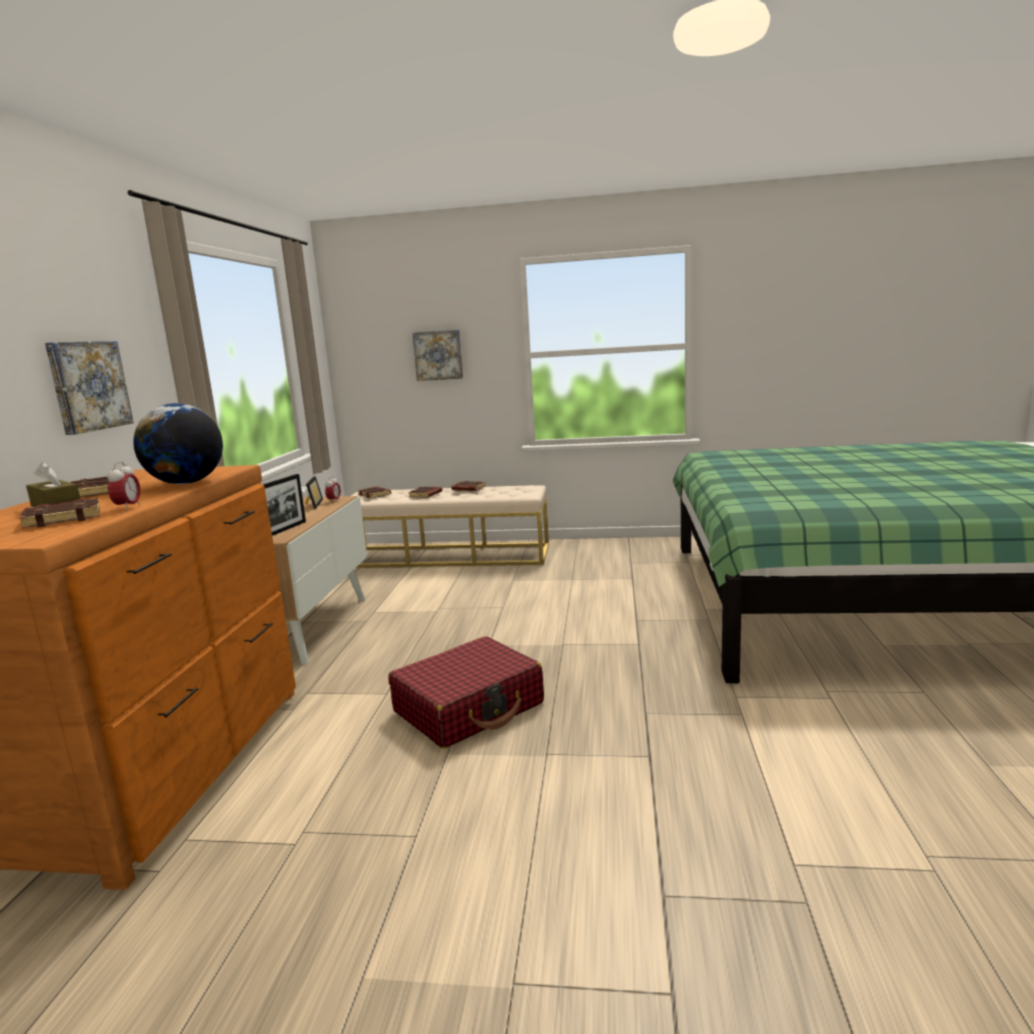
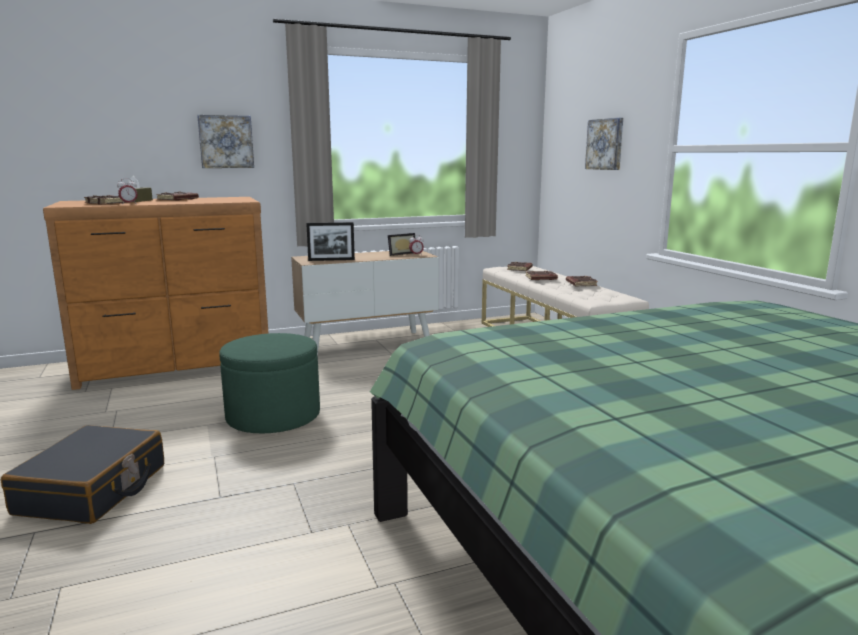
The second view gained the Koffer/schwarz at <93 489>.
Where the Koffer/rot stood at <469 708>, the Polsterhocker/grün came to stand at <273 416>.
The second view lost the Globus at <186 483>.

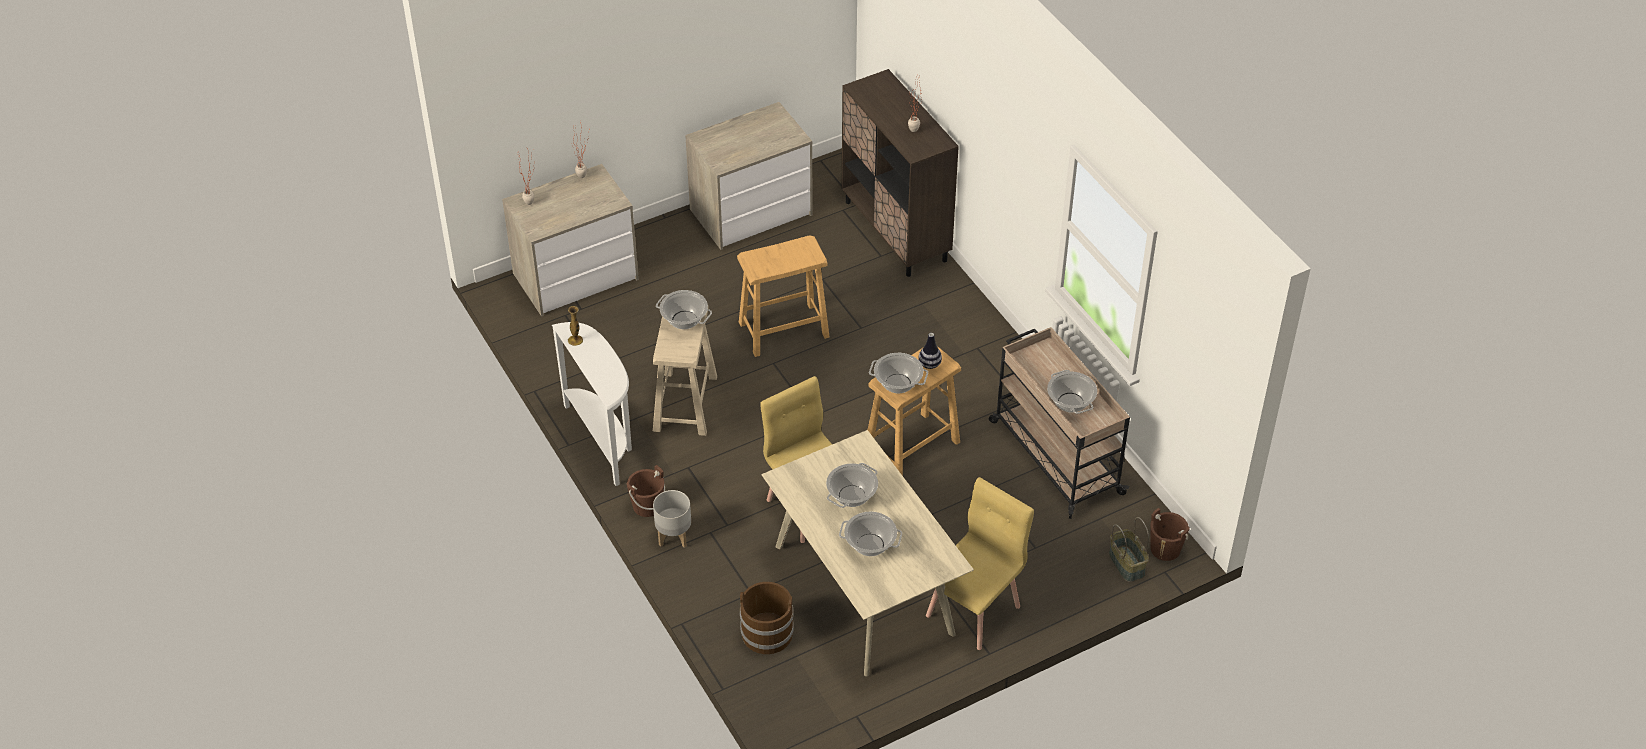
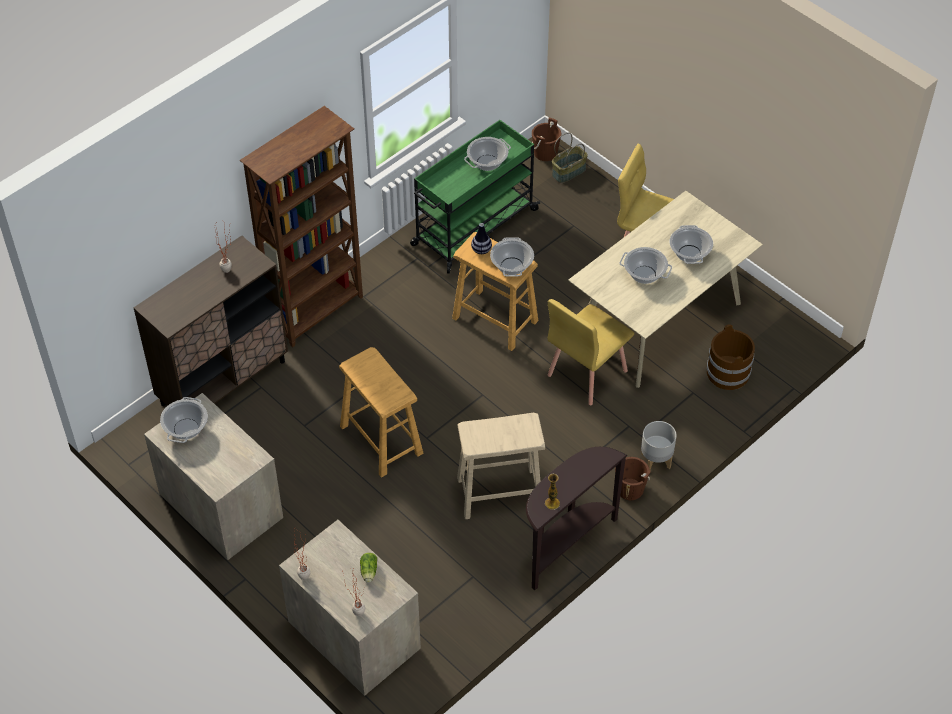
The Kochtopf ended up elsewhere, having gone from <684 320> to <186 429>.
The second view gained the Bücherregal/braun at <316 311>.
The second view gained the Salatkopf at <368 572>.
What was the Rollwagen/beige at <1054 456> turned into the Rollwagen/grün at <473 228>.
What was the Konsolentisch/weiß at <604 439> turned into the Konsolentisch/braun at <565 544>.

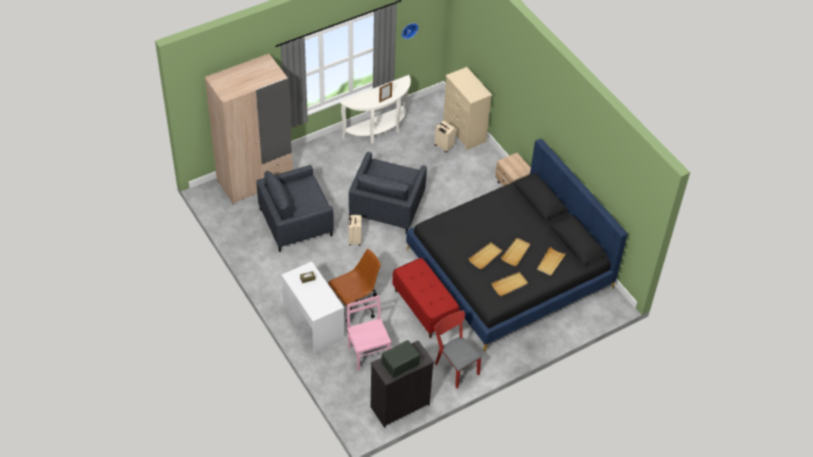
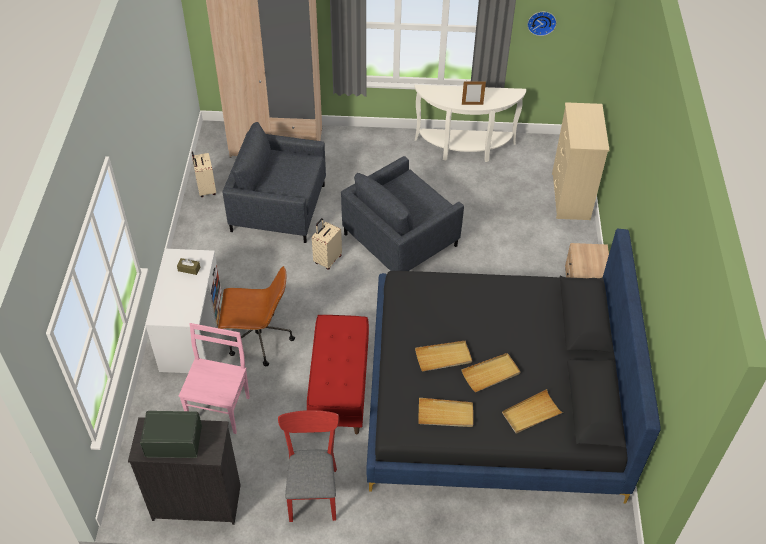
The Koffer/beige ended up elsewhere, having gone from <443 146> to <206 189>.

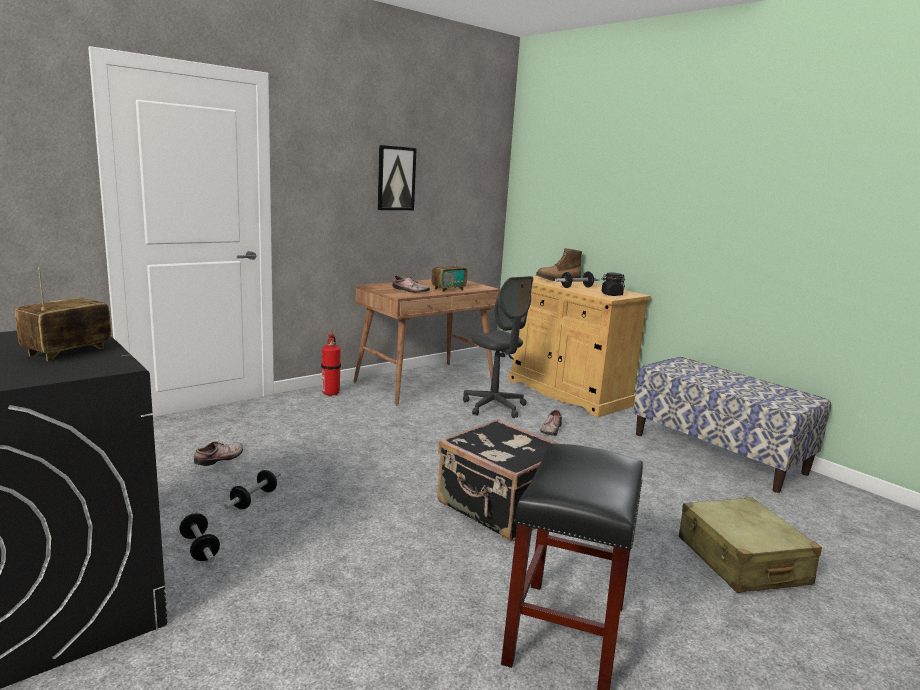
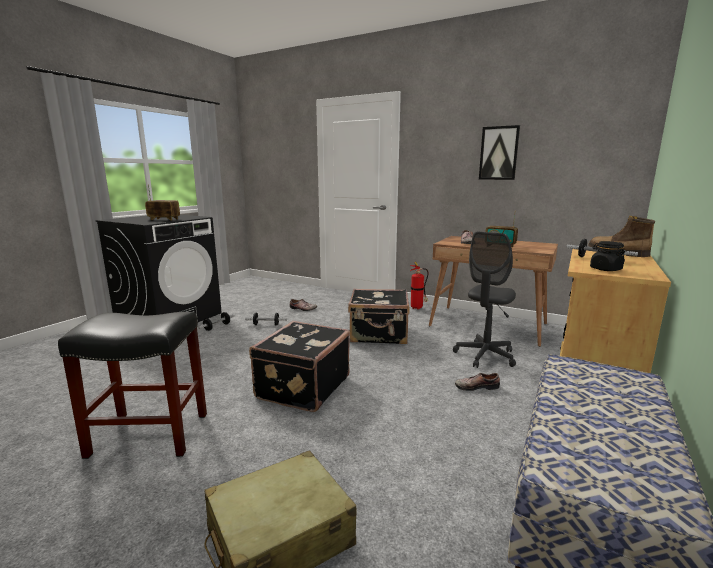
The second view gained the Koffer/schwarz at <379 335>.

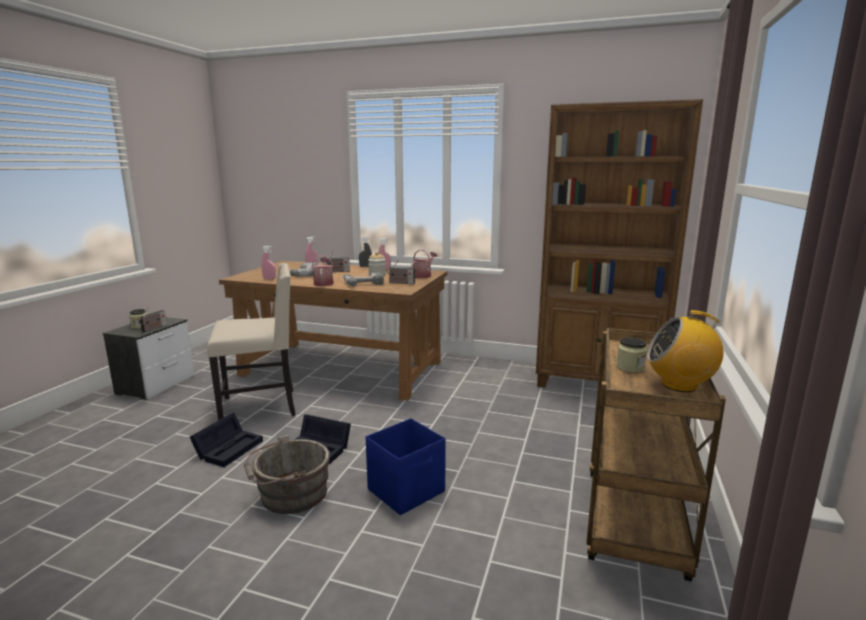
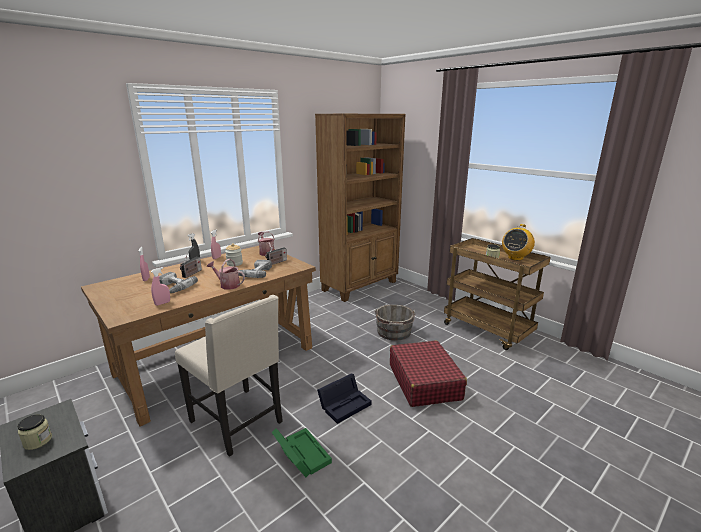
The Stuhl/beige at <261 407> ended up facing another way, 120 degrees clockwise from before.
What was the Aufbewahrungsbox/schwarz at <229 448> turned into the Aufbewahrungsbox/grün at <300 454>.
The Eimer/grau ended up elsewhere, having gone from <290 495> to <394 333>.
Where the Aufbewahrungsbox/blau stood at <407 490>, the Koffer/rot came to stand at <424 381>.
The second view lost the Radio at <153 328>.

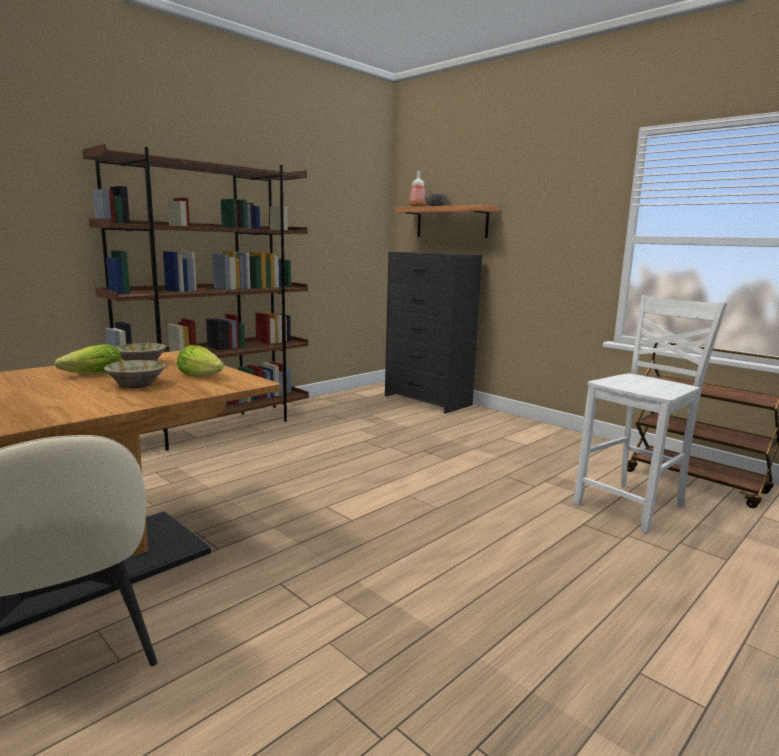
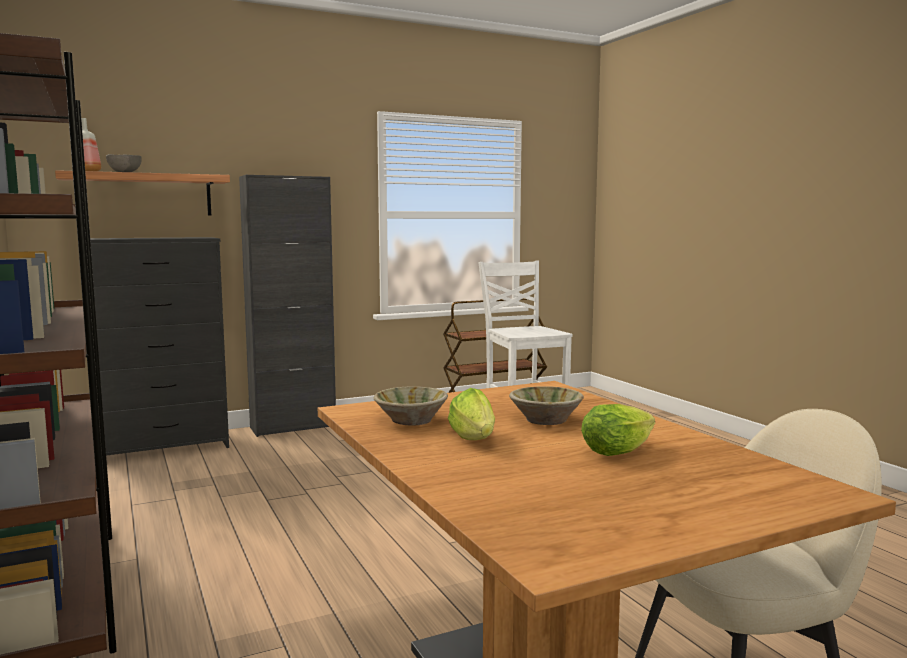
The second view gained the Schrank/schwarz at <293 427>.
The Salatkopf ended up elsewhere, having gone from <202 376> to <621 449>.

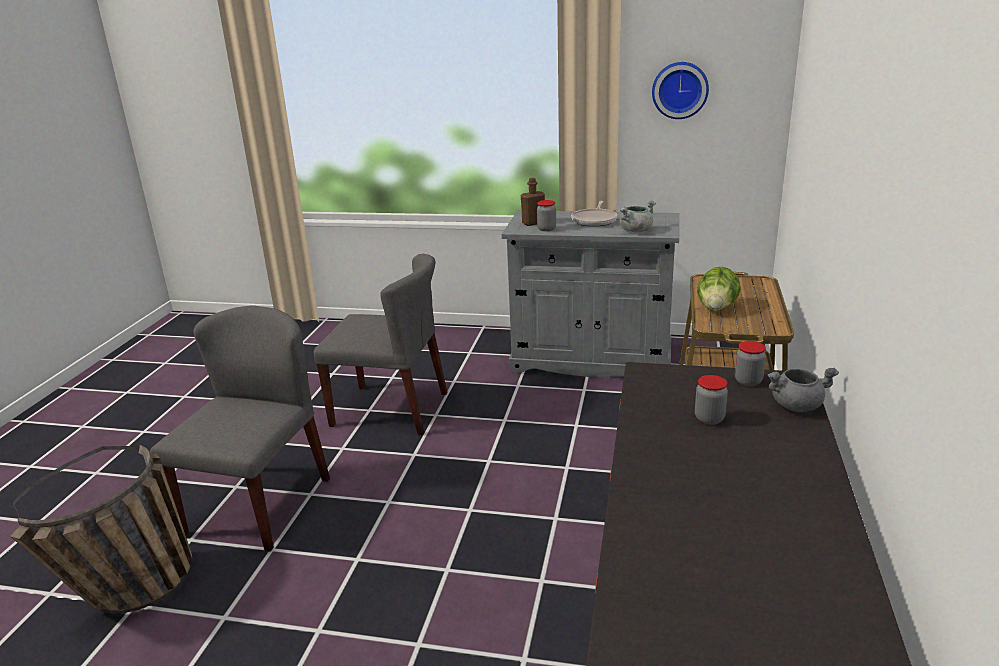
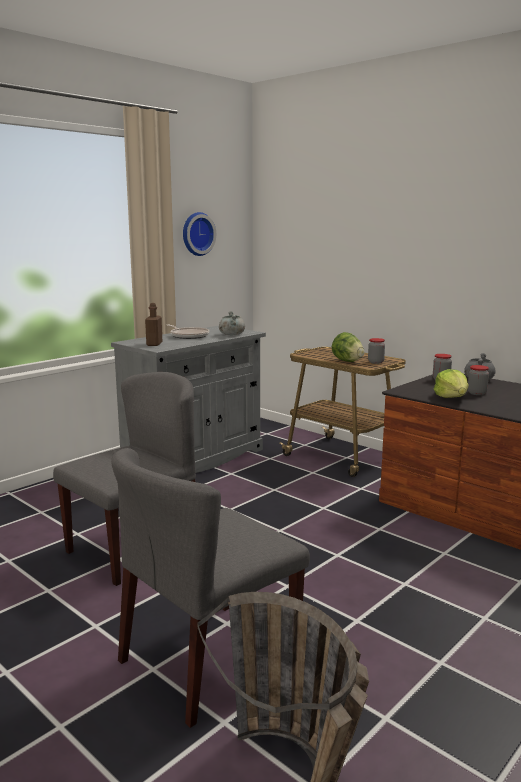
The Stuhl/grau at <258 505> ended up facing another way, 90 degrees counterclockwise from before.
The Vorratsglas ended up elsewhere, having gone from <546 229> to <375 362>.
The second view gained the Salatkopf at <452 397>.

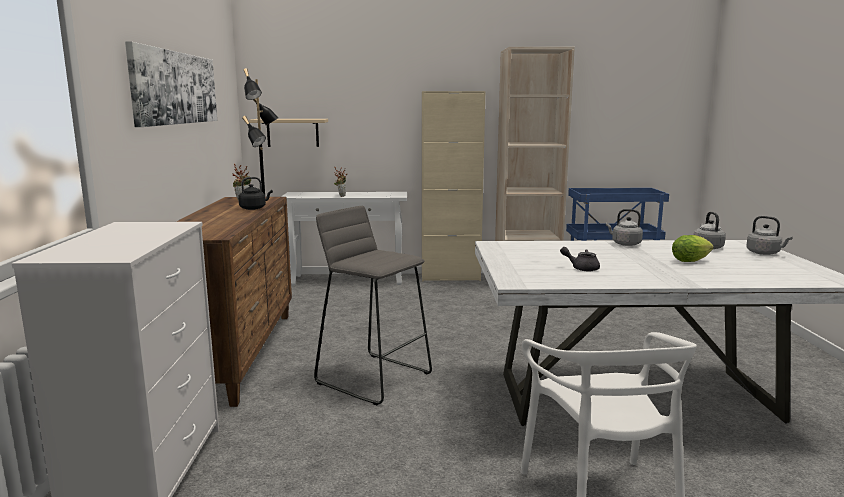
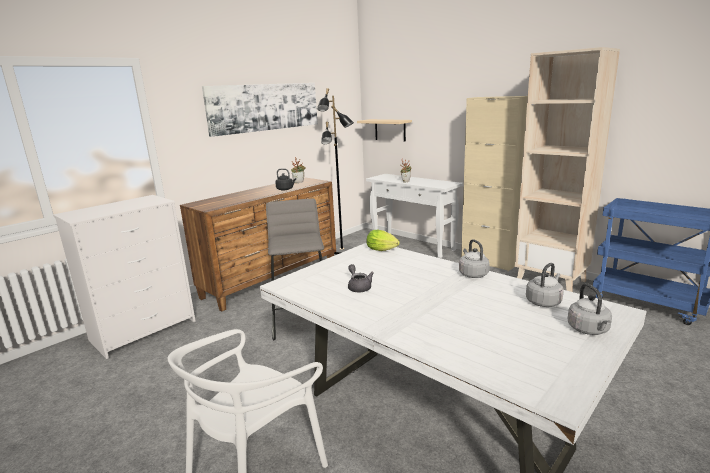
The Salatkopf ended up elsewhere, having gone from <692 261> to <383 250>.

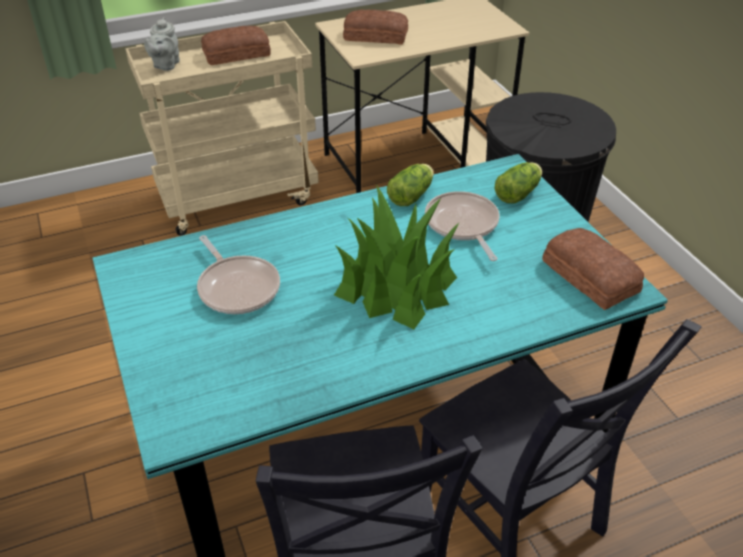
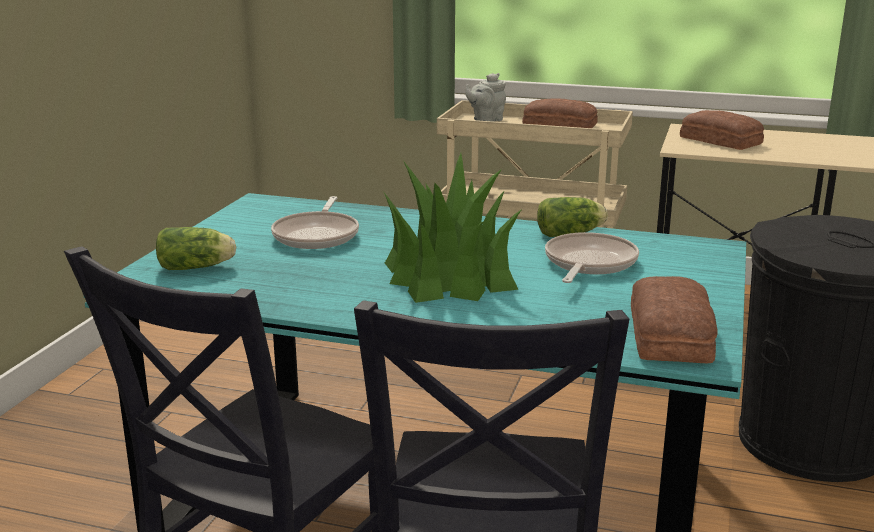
The Salatkopf ended up elsewhere, having gone from <519 193> to <198 267>.

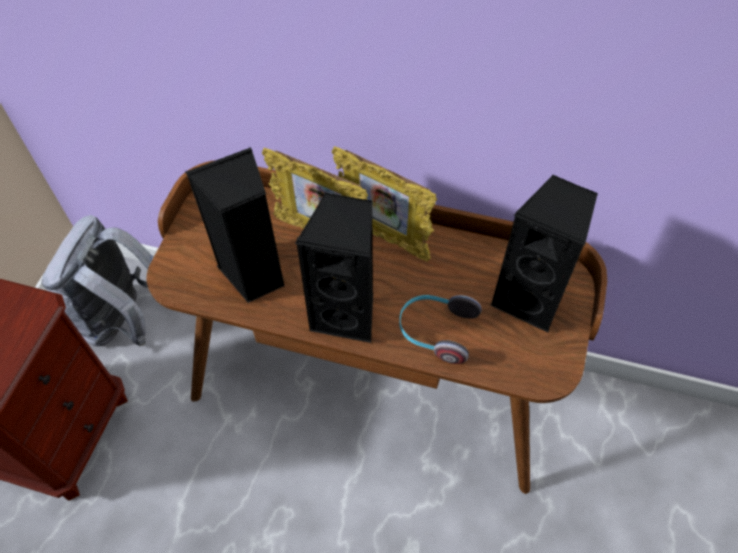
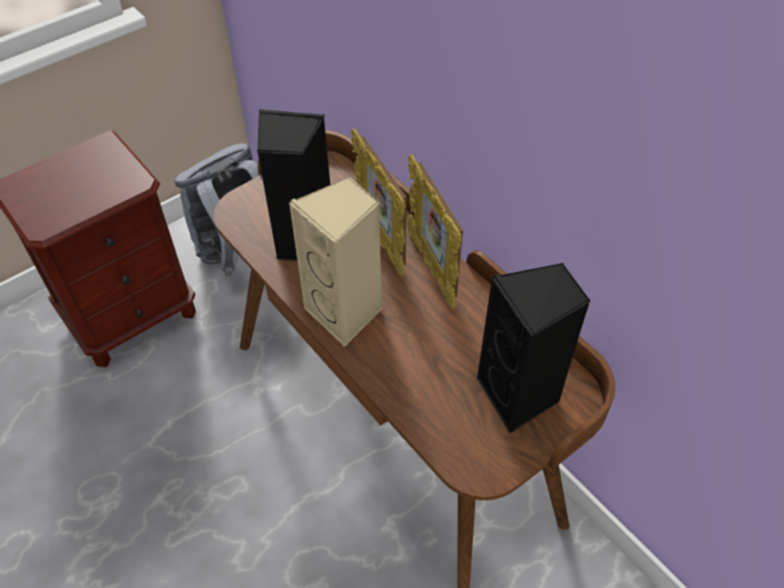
What was the Lautsprecher/schwarz at <347 314> turned into the Lautsprecher/beige at <346 313>.
The second view lost the Kopfhörer at <436 331>.

